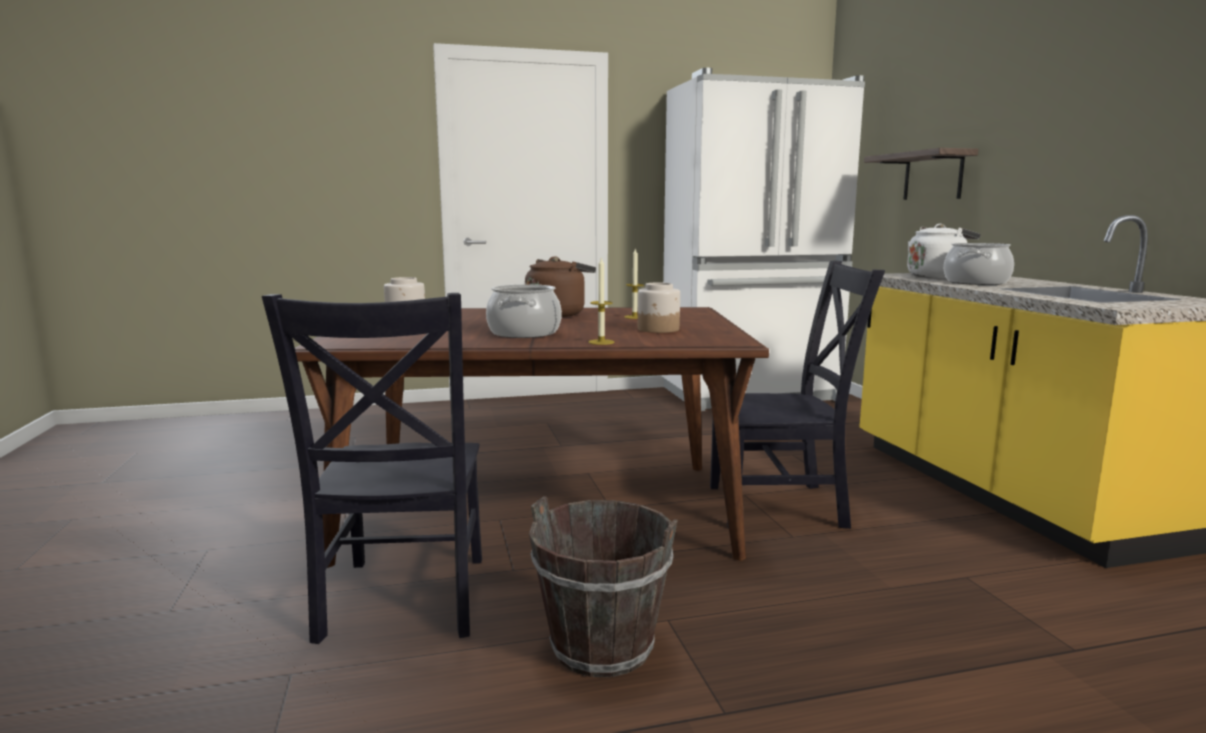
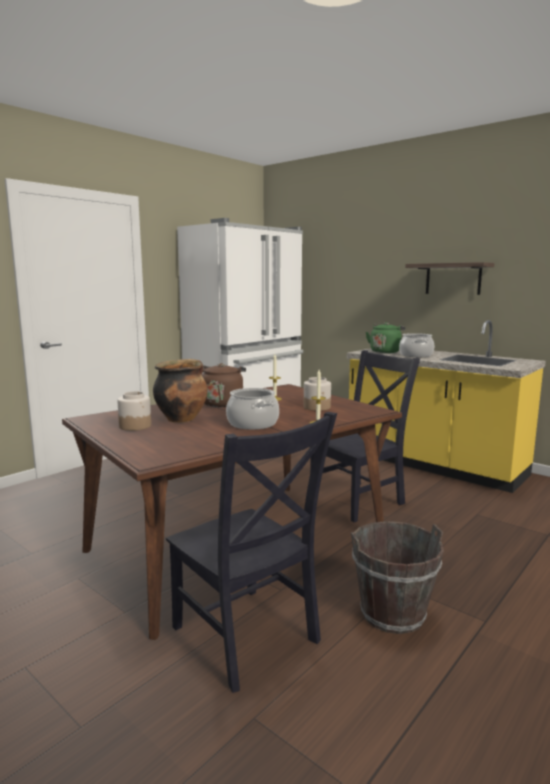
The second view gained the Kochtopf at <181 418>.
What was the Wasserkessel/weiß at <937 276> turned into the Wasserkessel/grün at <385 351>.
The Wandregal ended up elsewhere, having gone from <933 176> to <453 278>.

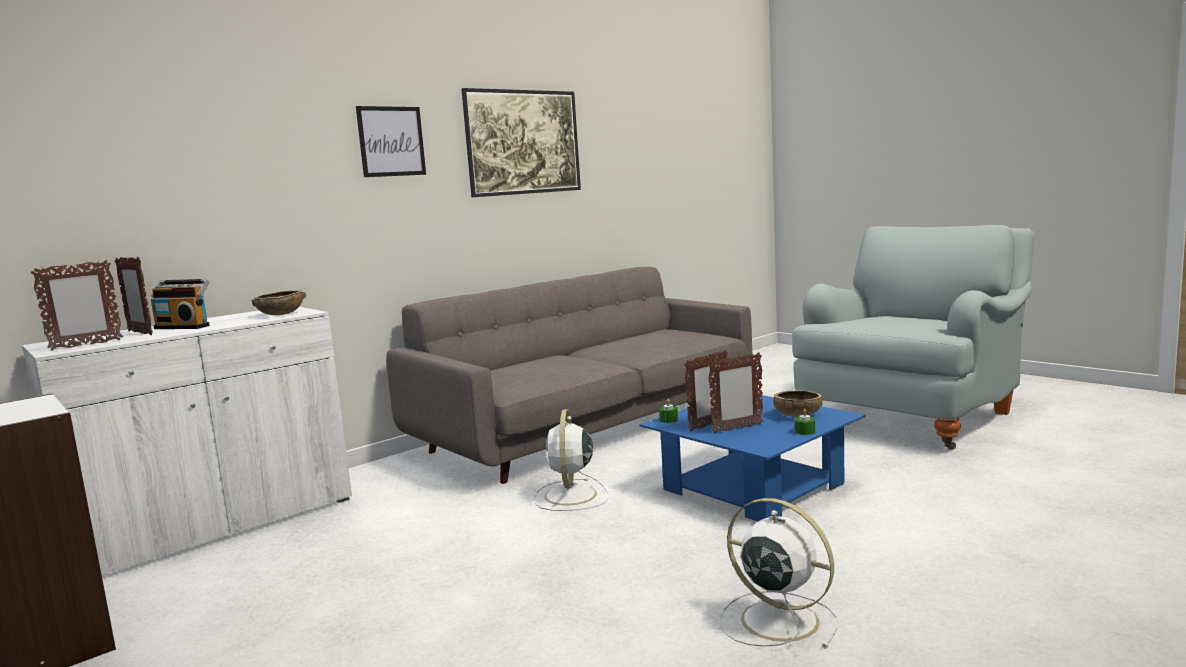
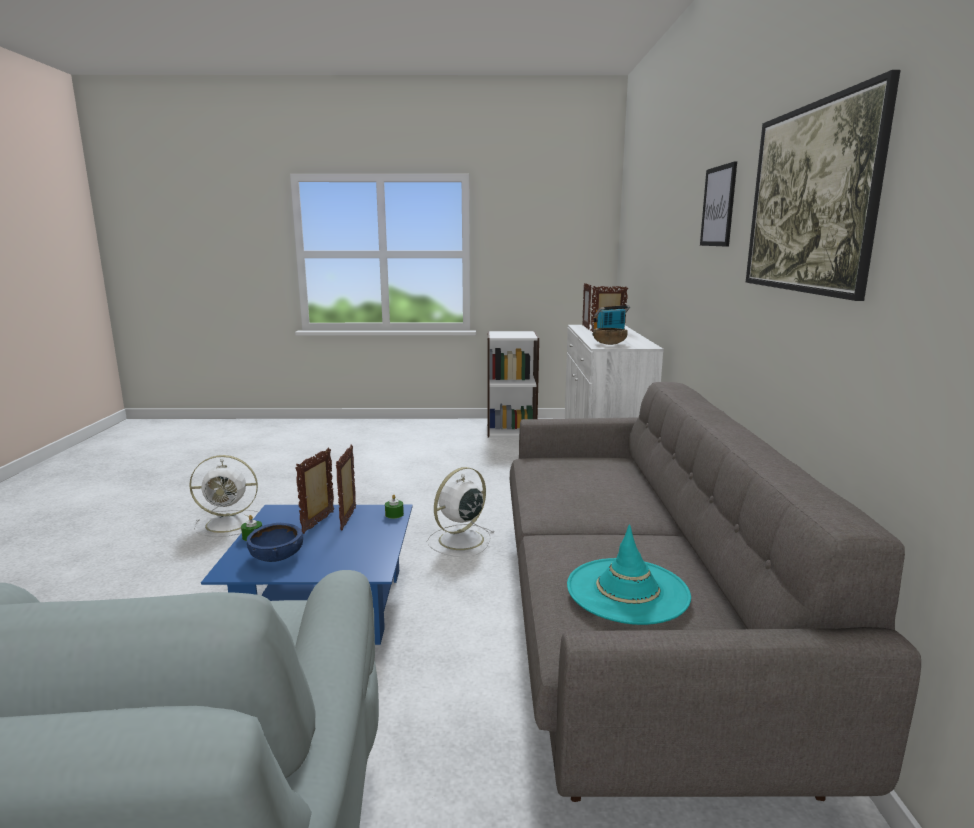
What was the Schüssel/braun at <797 415> turned into the Schüssel/blau at <276 556>.
The Ventilator/weiß at <570 496> ended up facing another way, 90 degrees counterclockwise from before.
The second view gained the Hut/türkis at <627 591>.

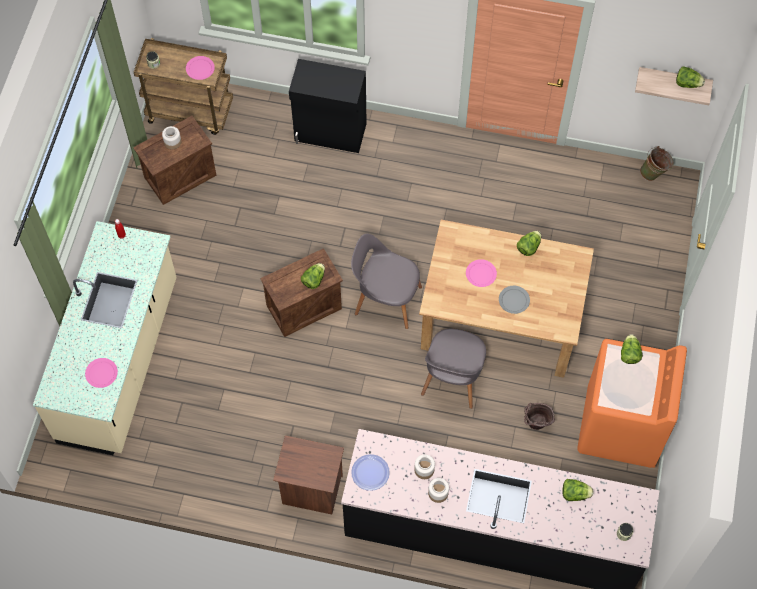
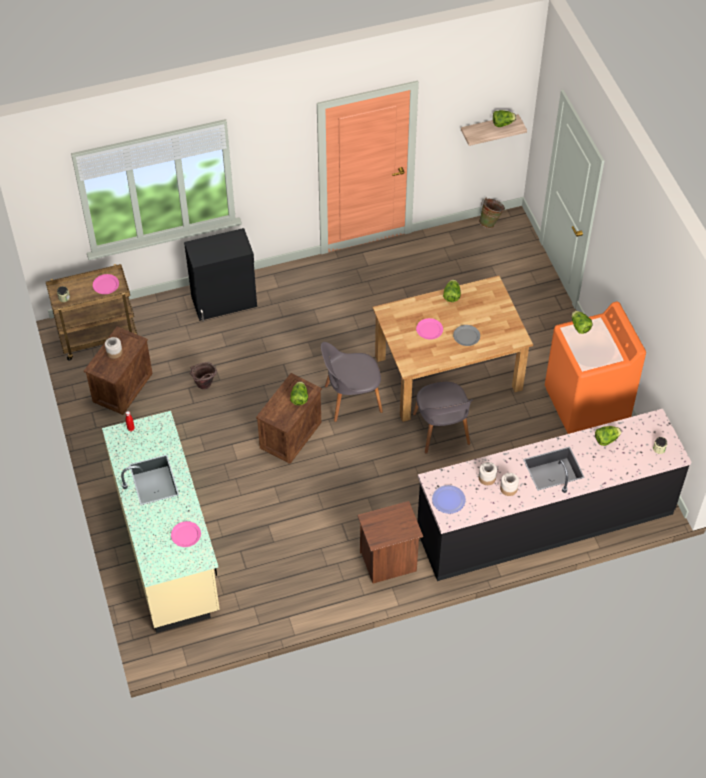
The Eimer/braun ended up elsewhere, having gone from <535 425> to <204 386>.

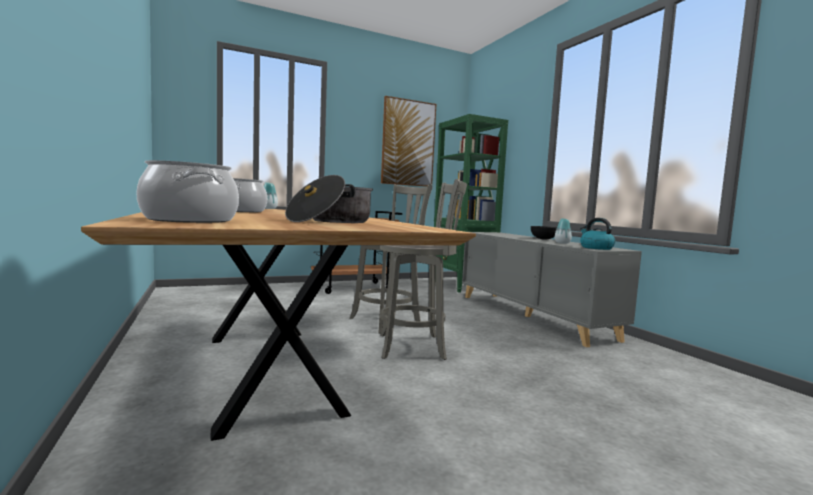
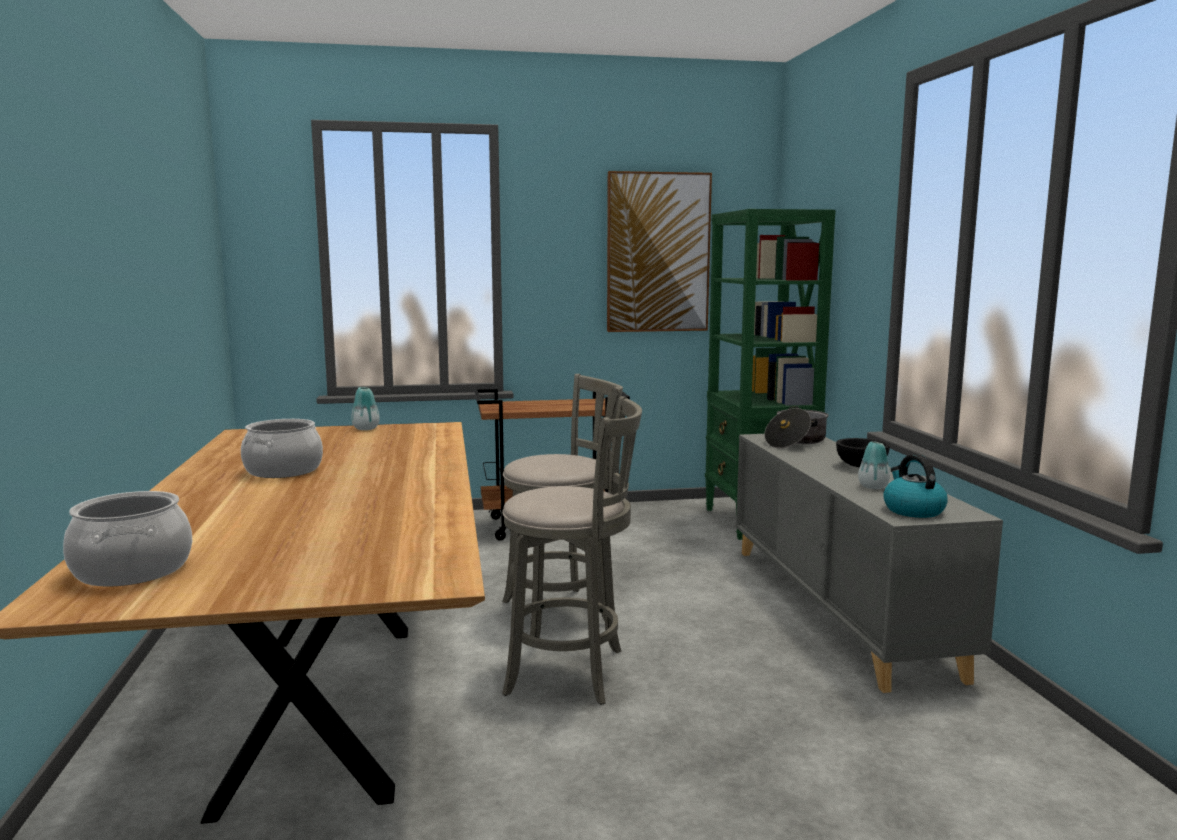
The Kochtopf ended up elsewhere, having gone from <330 221> to <795 442>.

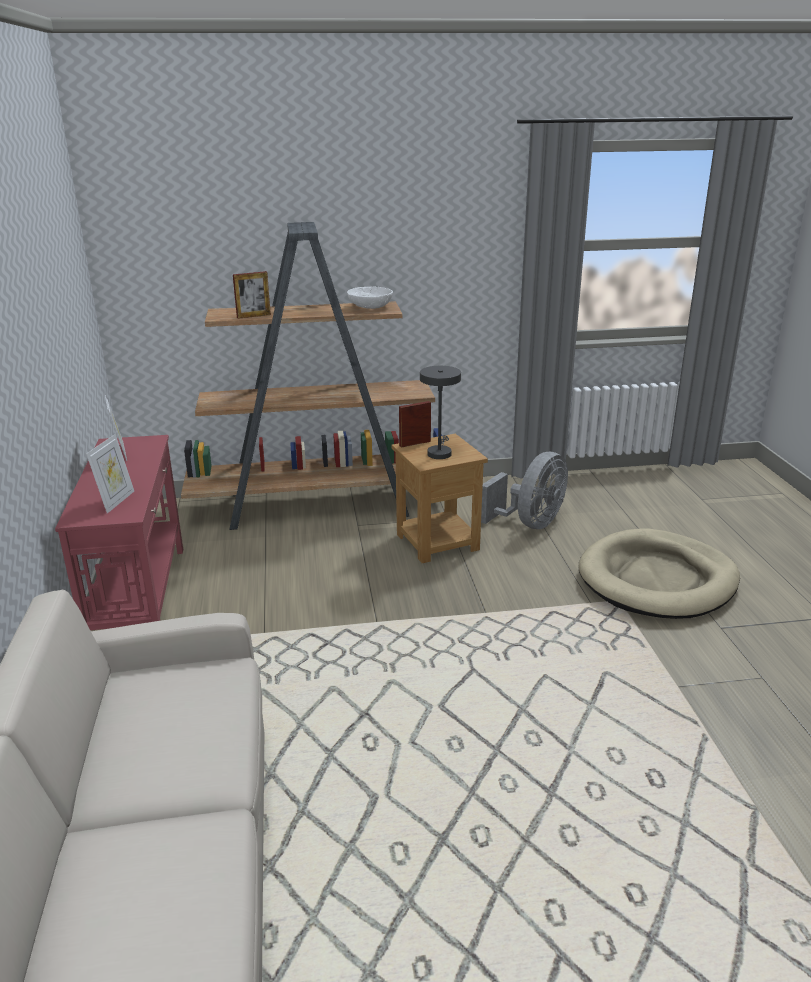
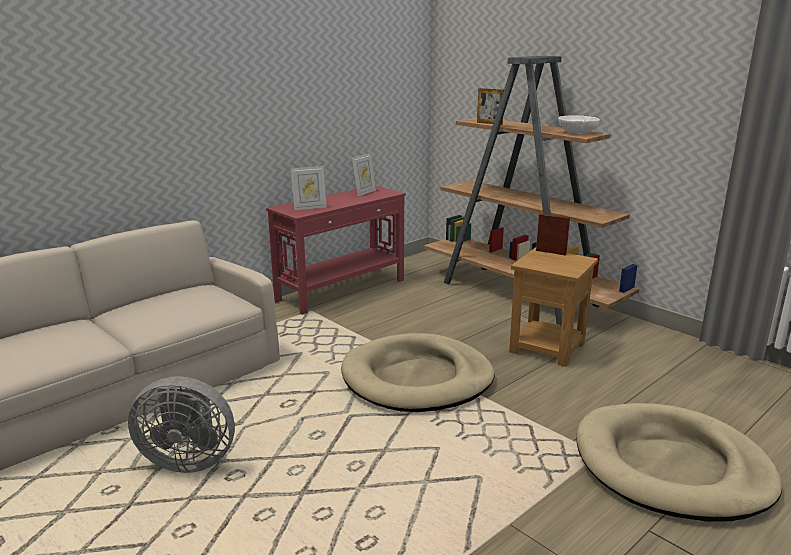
The Ventilator/grau ended up elsewhere, having gone from <530 523> to <188 460>.
The second view gained the Hundebett/beige at <417 378>.
The second view lost the Tischlampe/grau at <439 452>.

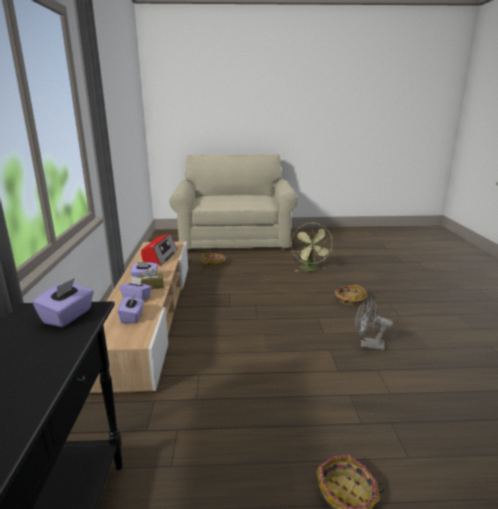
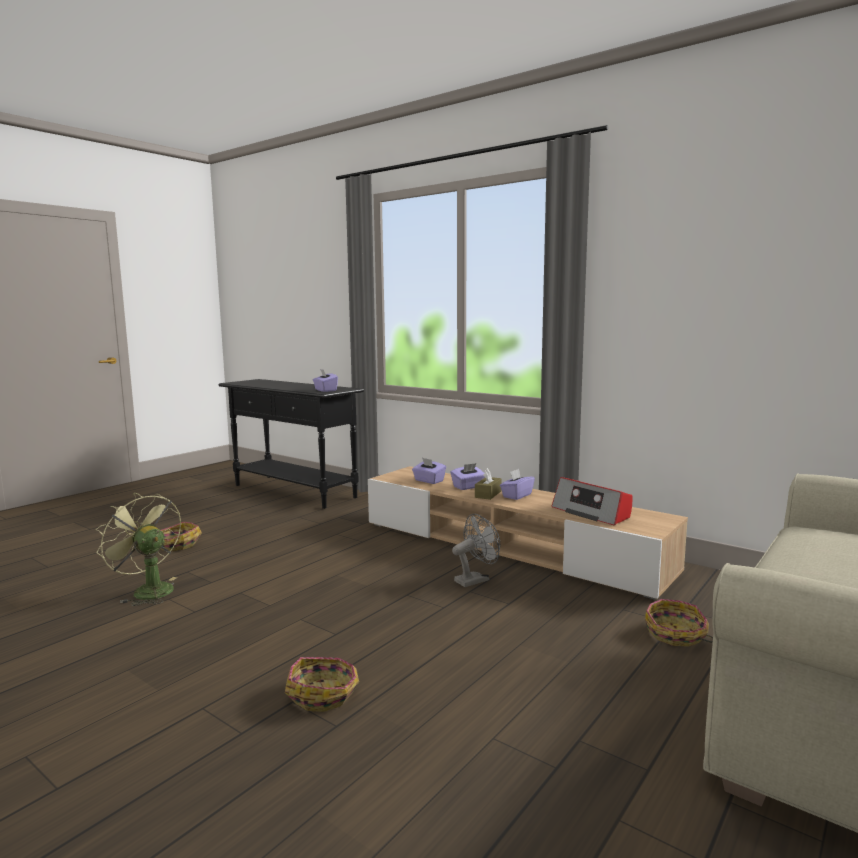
The Ventilator/grün ended up elsewhere, having gone from <310 270> to <147 590>.
The Ventilator/grau ended up elsewhere, having gone from <368 345> to <476 579>.

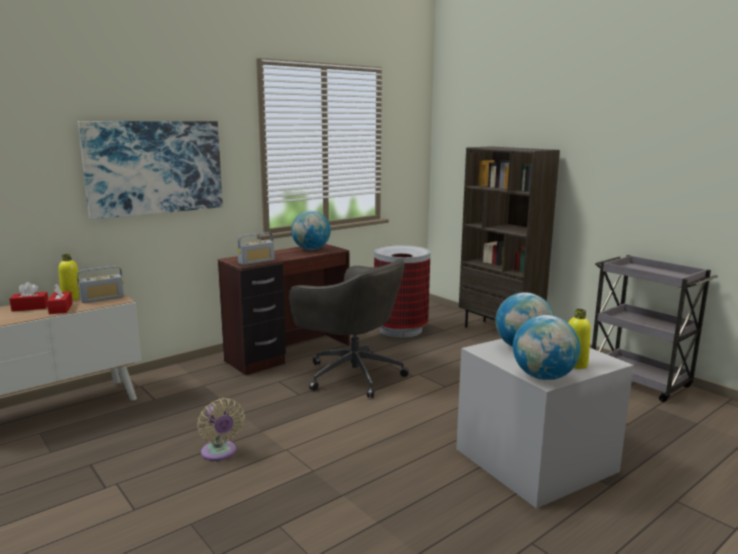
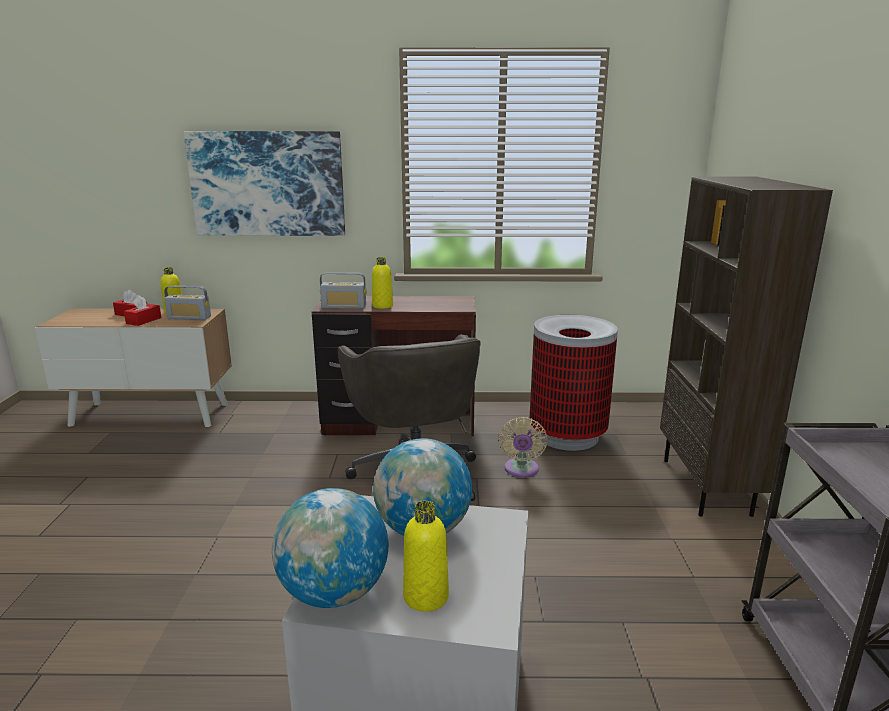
The second view gained the Flasche/gelb at <382 306>.
The Ventilator/beige ended up elsewhere, having gone from <220 453> to <521 470>.
The second view lost the Globus at <311 249>.

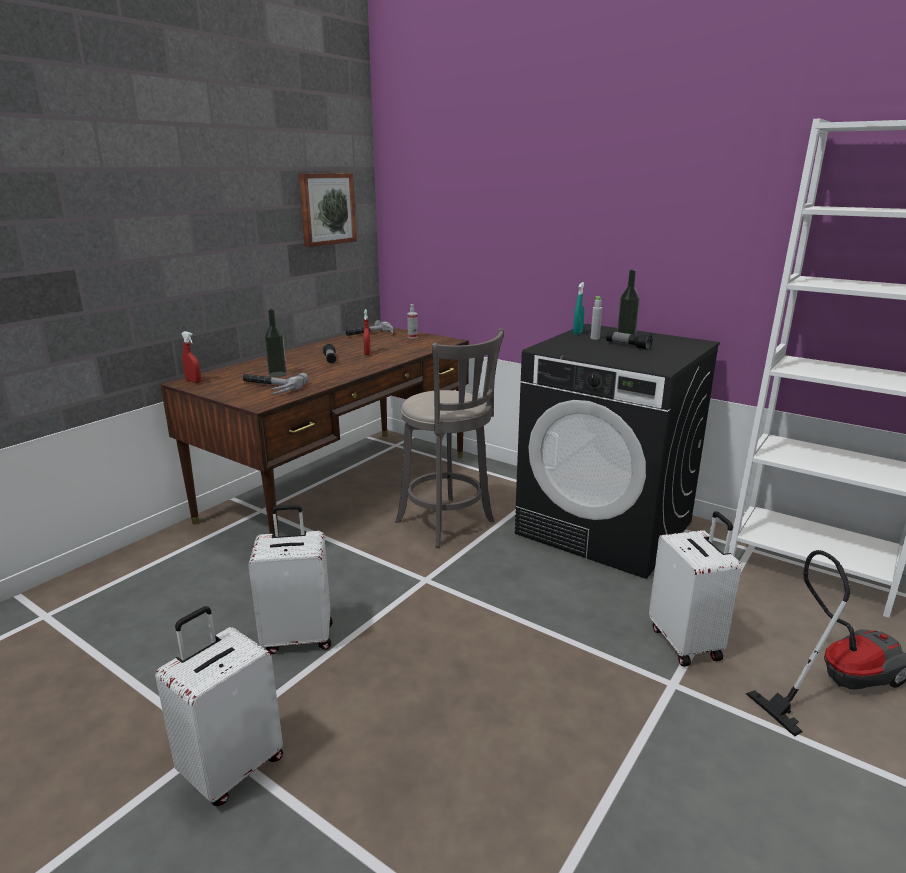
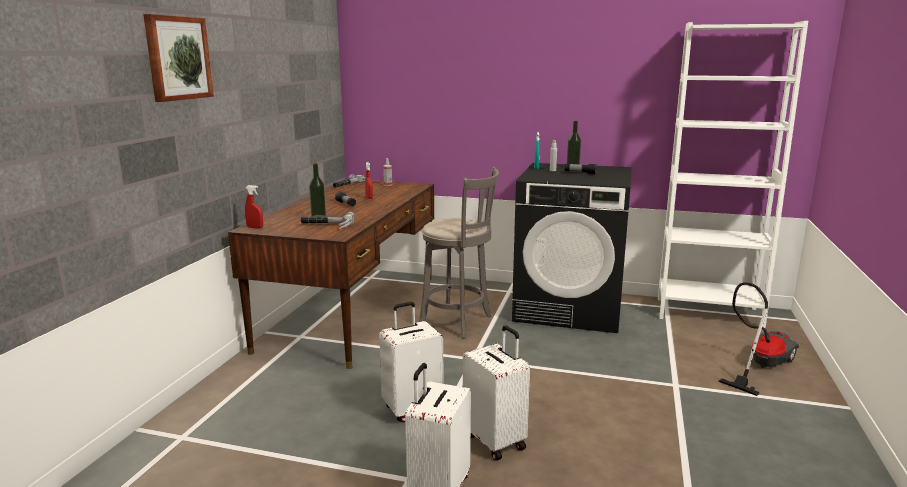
The Bild ended up elsewhere, having gone from <326 209> to <177 58>.
The Koffer/weiß ended up elsewhere, having gone from <686 643> to <496 441>.

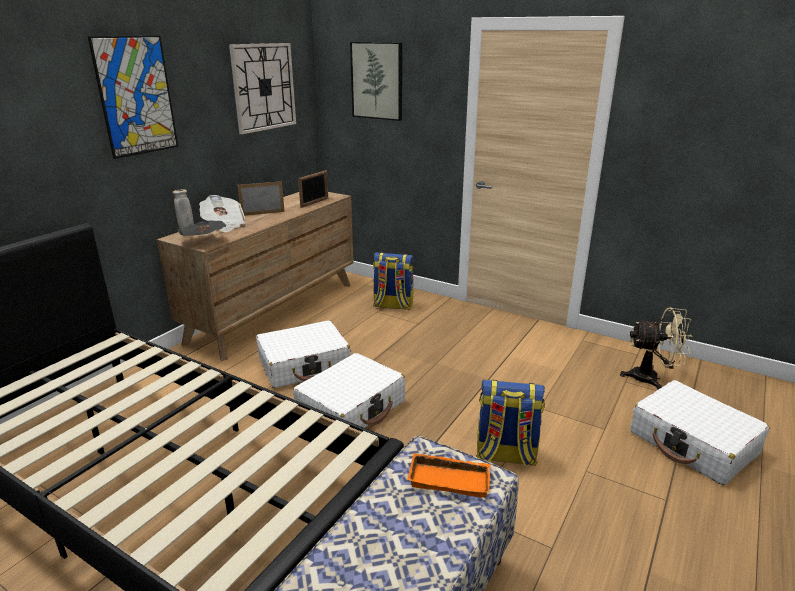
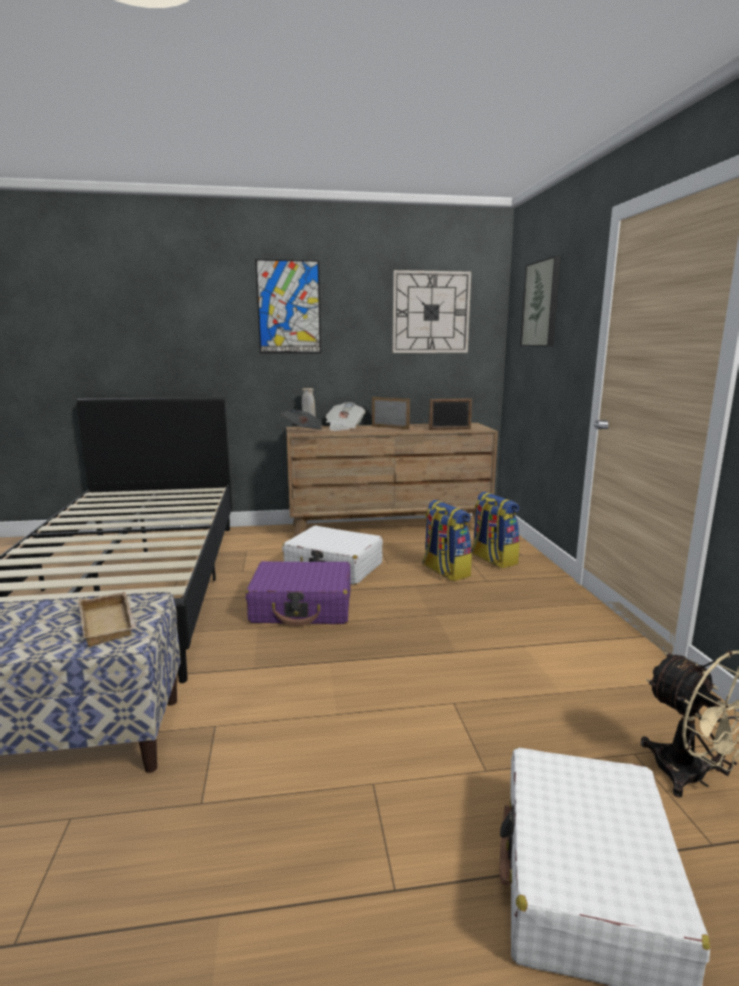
What was the Tablett/orange at <450 478> turned into the Tablett/beige at <110 624>.
What was the Koffer/weiß at <351 408> turned into the Koffer/lila at <302 607>.
The Rucksack ended up elsewhere, having gone from <505 455> to <444 571>.

